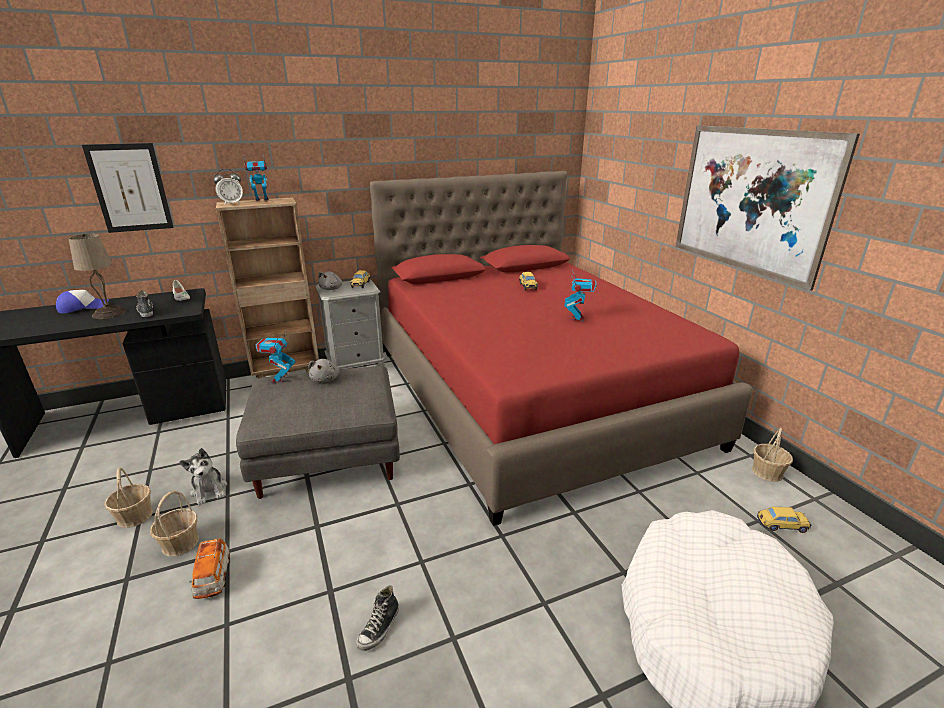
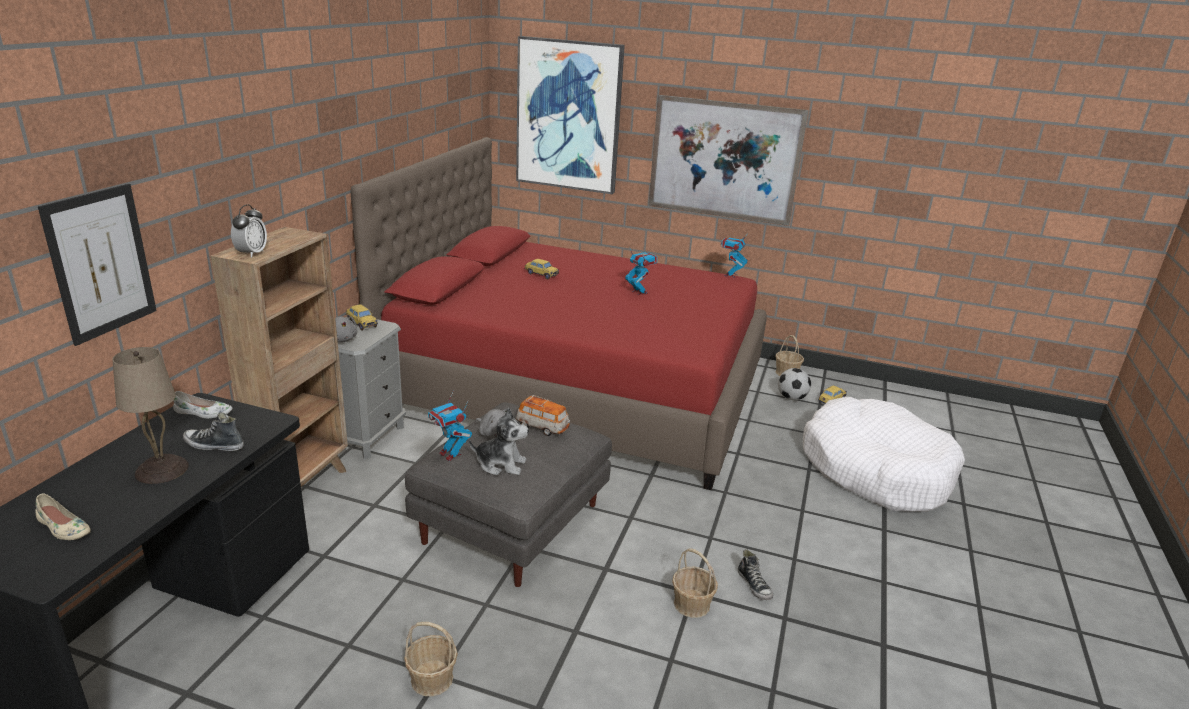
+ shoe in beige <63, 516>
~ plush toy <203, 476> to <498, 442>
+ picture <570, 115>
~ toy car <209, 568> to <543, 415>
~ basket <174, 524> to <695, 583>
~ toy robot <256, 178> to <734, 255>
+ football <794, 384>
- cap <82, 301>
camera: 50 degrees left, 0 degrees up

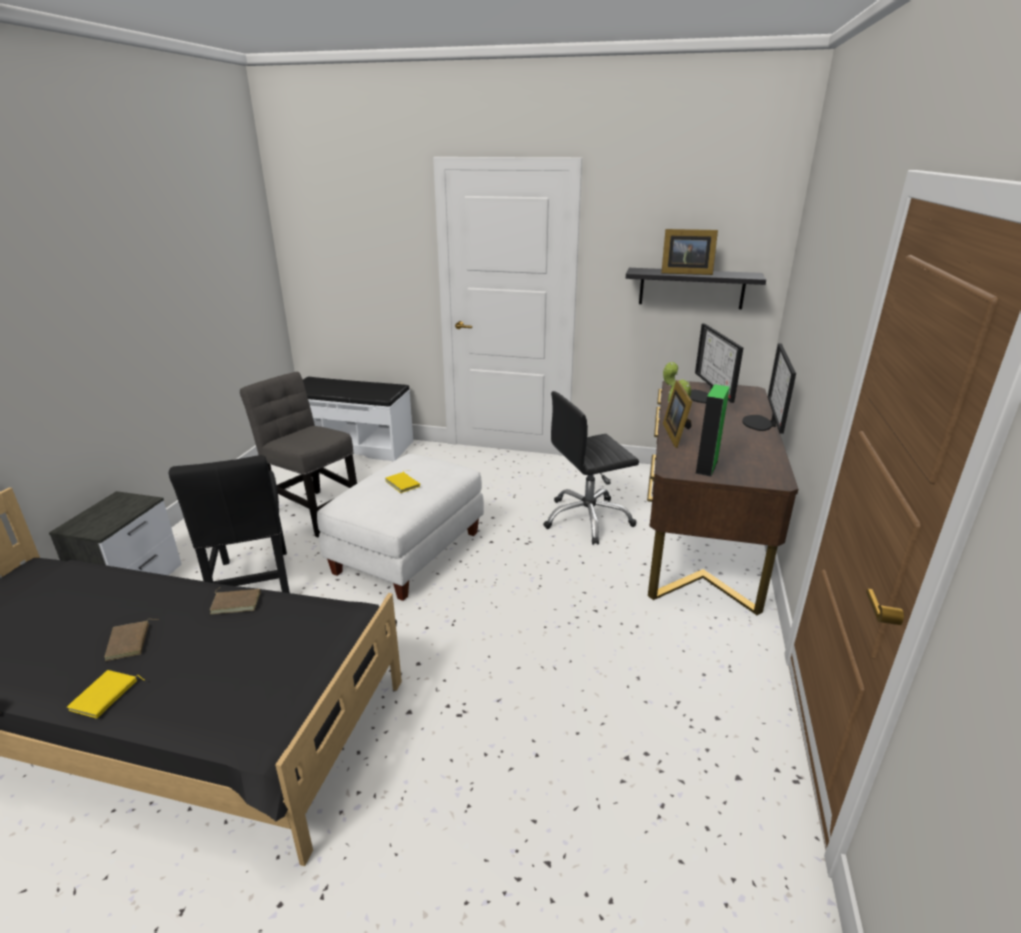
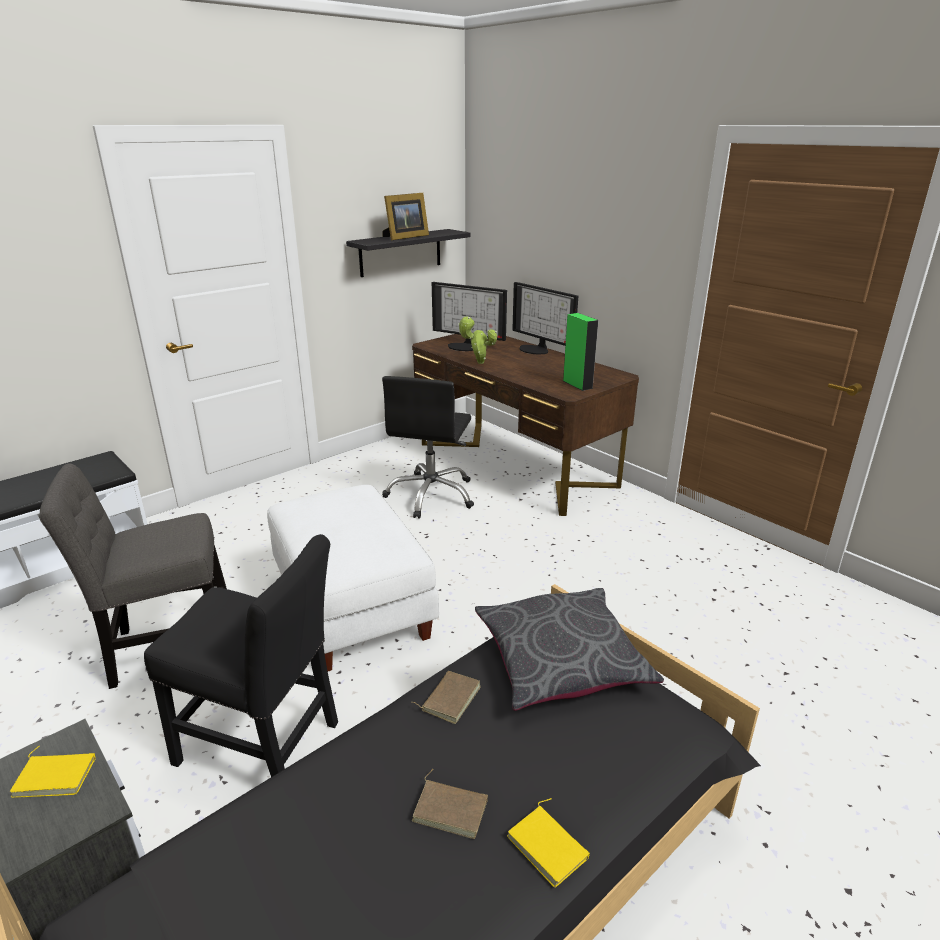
~ book in yellow <403, 481> to <53, 771>
+ pillow in grey <569, 649>
- picture frame <677, 414>
camera: 55 degrees left, 0 degrees up

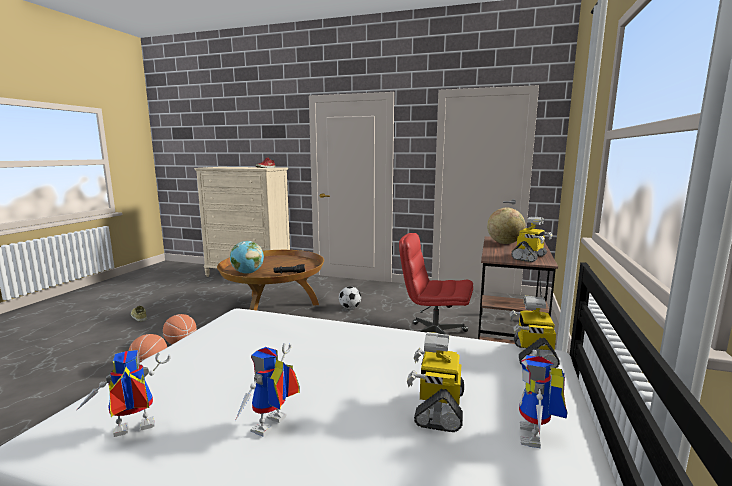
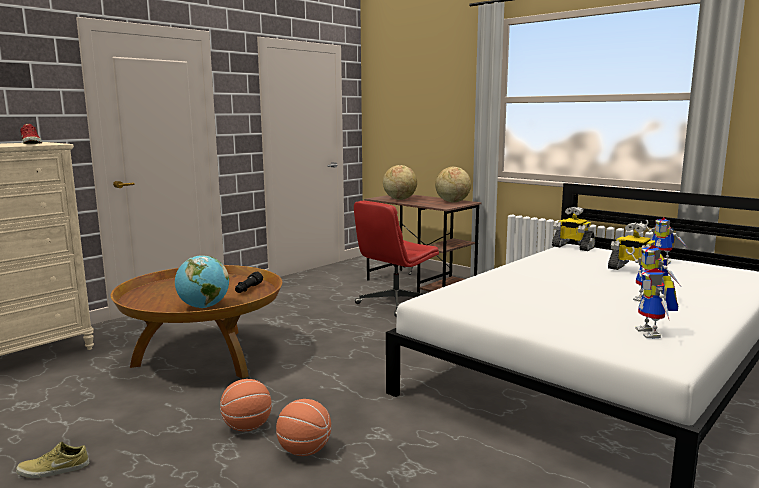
~ toy robot <532, 239> to globe <453, 185>
- football <350, 297>
camera: 65 degrees left, 0 degrees up

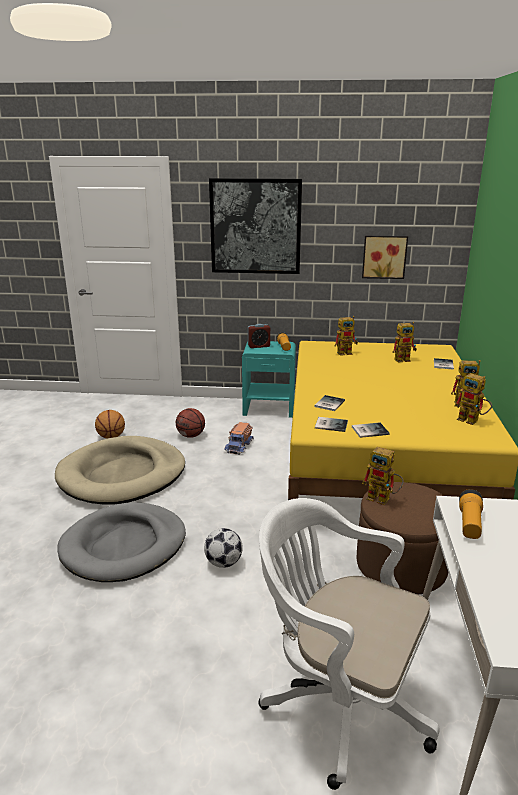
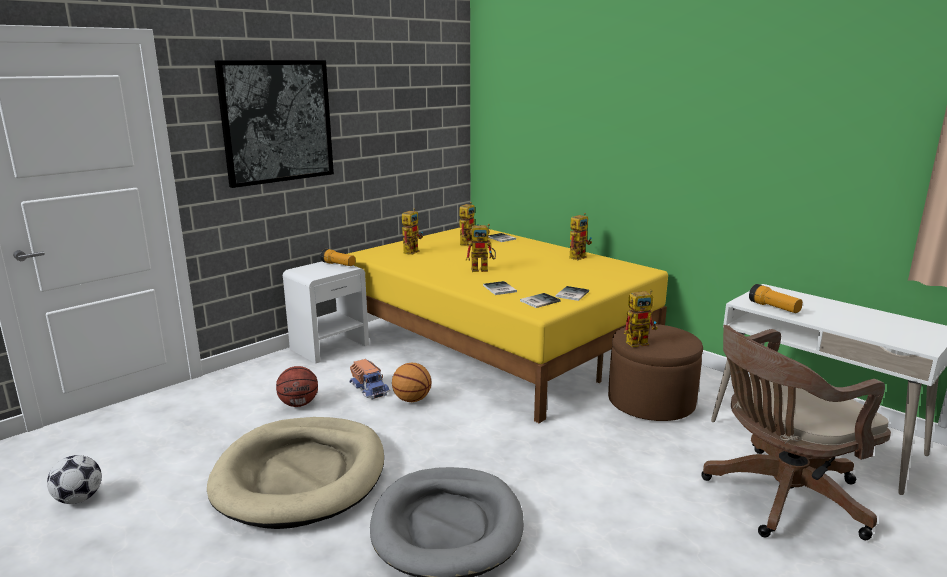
~ football <223, 548> to <74, 479>
~ nightstand in turquoise <269, 379> to nightstand in white <326, 312>
~ basketball <110, 424> to <412, 382>
~ toy robot <473, 399> to <481, 248>
~ office chair in white <349, 644> to office chair in brown <796, 432>
- alarm clock <259, 336>
- picture <385, 257>
camera: 50 degrees left, 5 degrees down

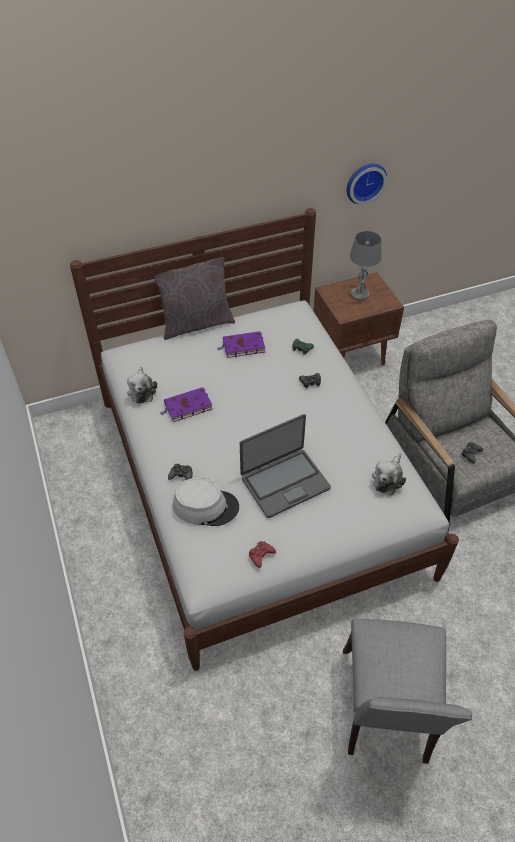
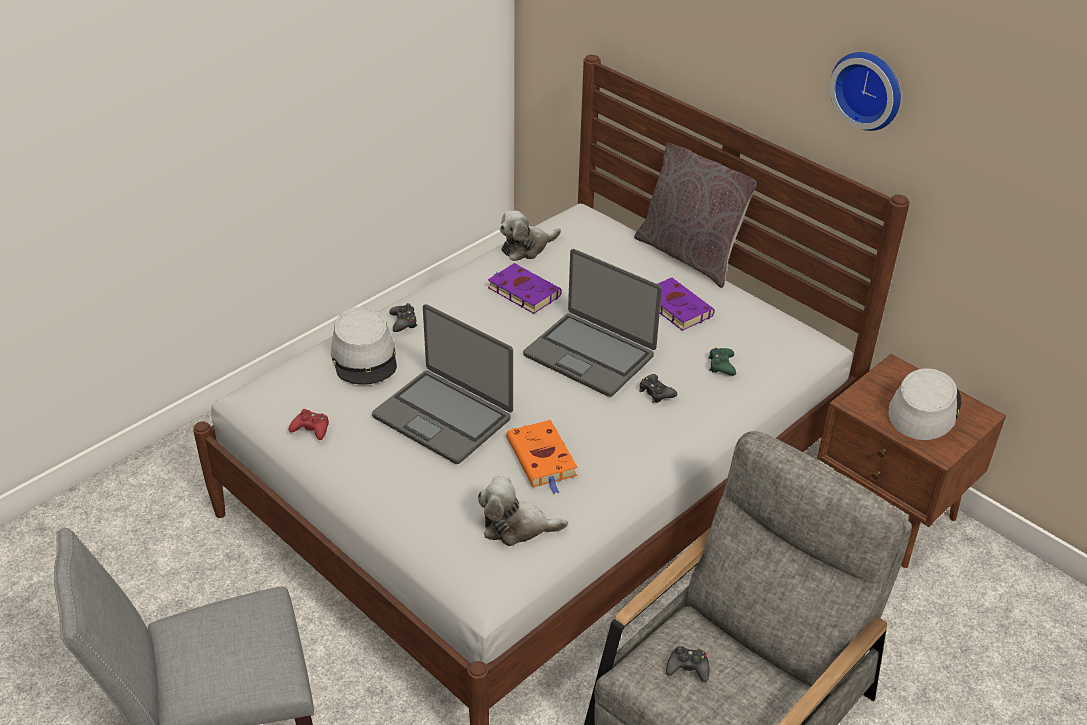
+ book in orange <542, 457>
+ laptop <592, 323>
~ wall clock <367, 184> to <865, 91>
~ table lamp in grey <365, 266> to hat in grey <924, 404>
camera: 65 degrees right, 10 degrees down

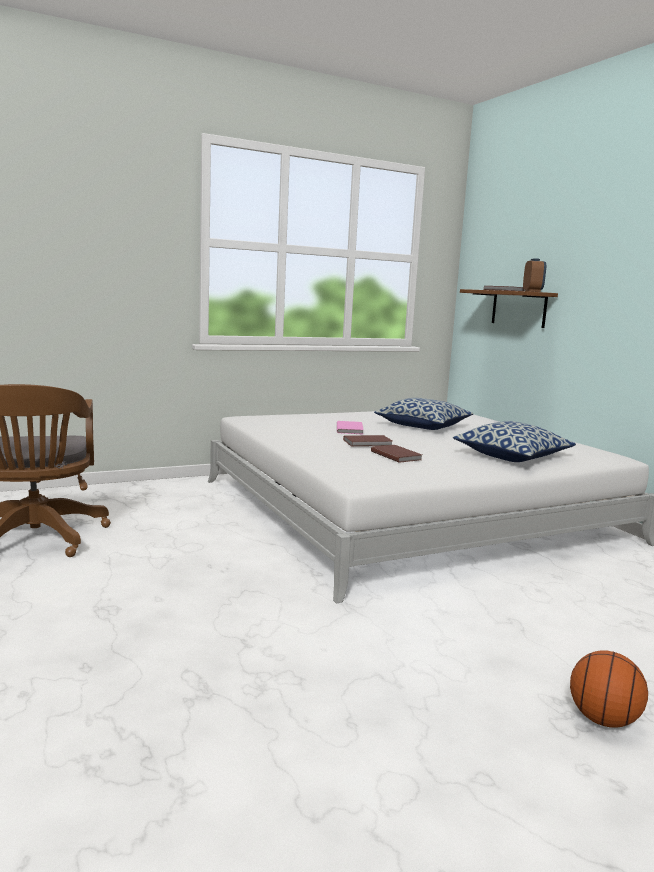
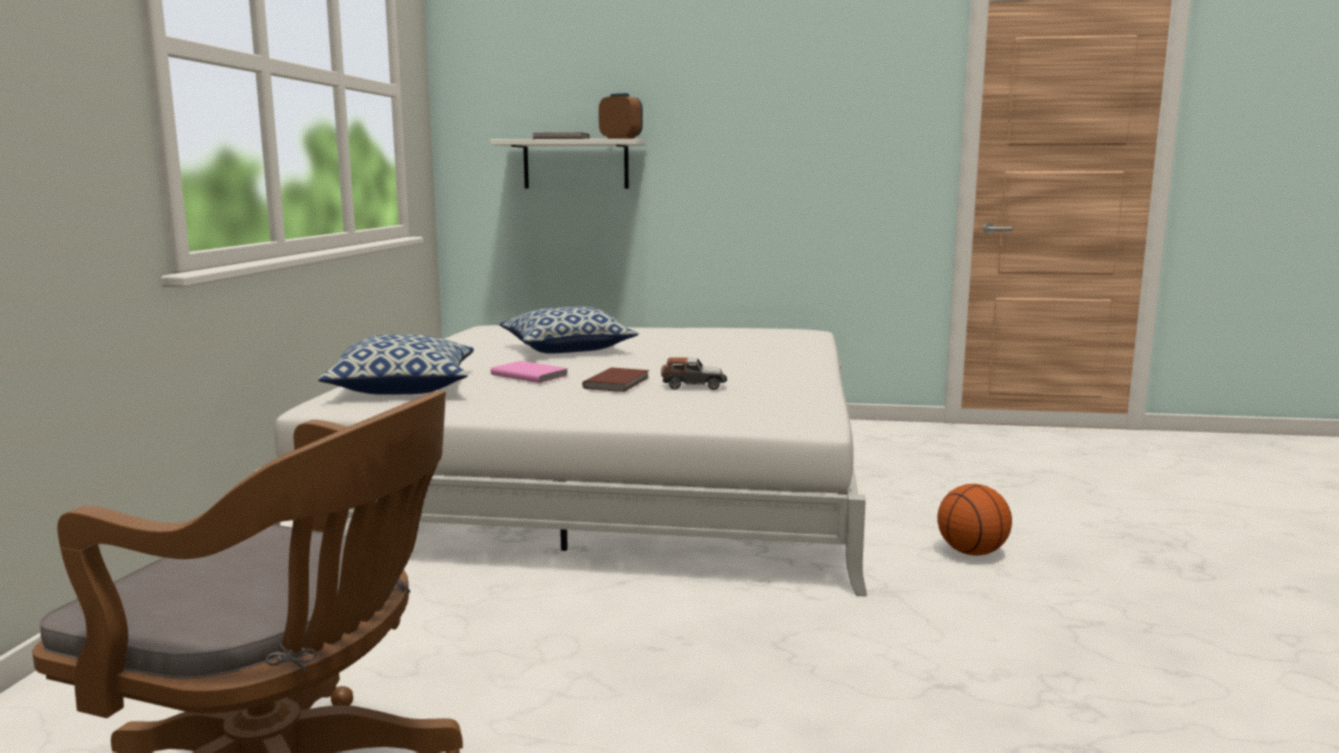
~ pillow <514, 441> to <396, 364>
~ shelf in brown <509, 308> to shelf in white <568, 164>
~ book in brown <396, 454> to toy car <694, 373>
~ basketball <609, 689> to <974, 520>
camera: 55 degrees left, 0 degrees up

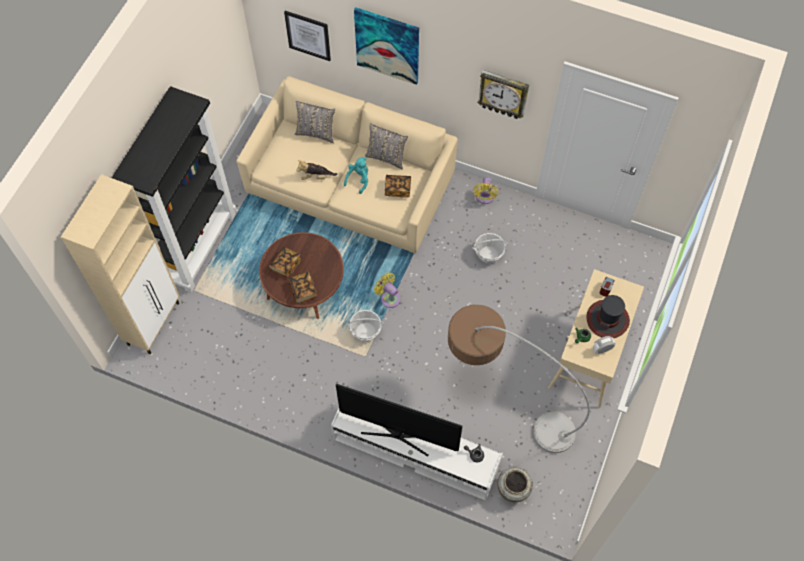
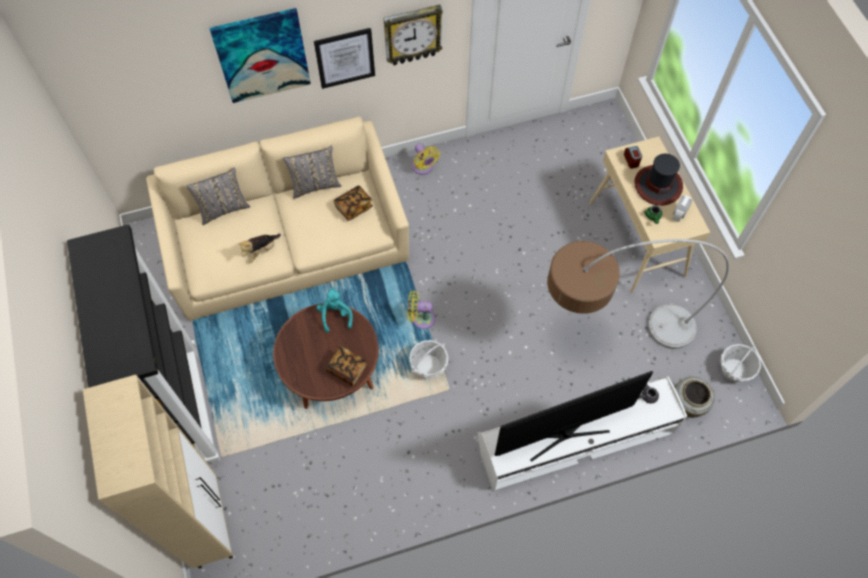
~ picture <307, 36> to <344, 58>
~ plush toy in turquoise <356, 175> to <334, 310>
~ basket <490, 248> to <741, 363>
- book <285, 262>
camera: 40 degrees left, 0 degrees up

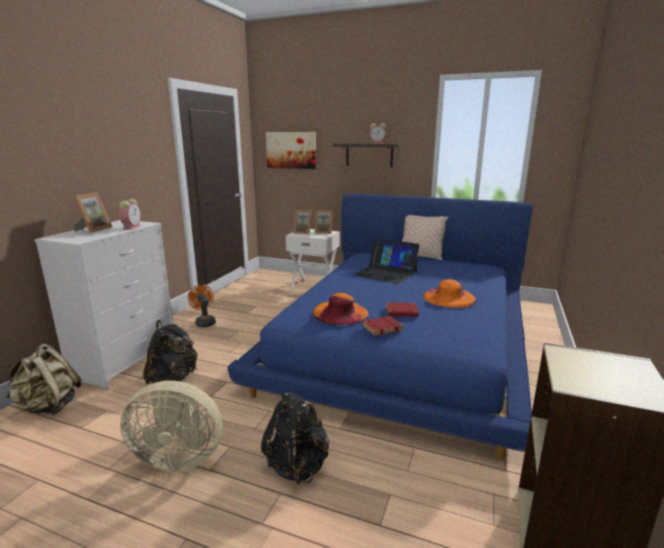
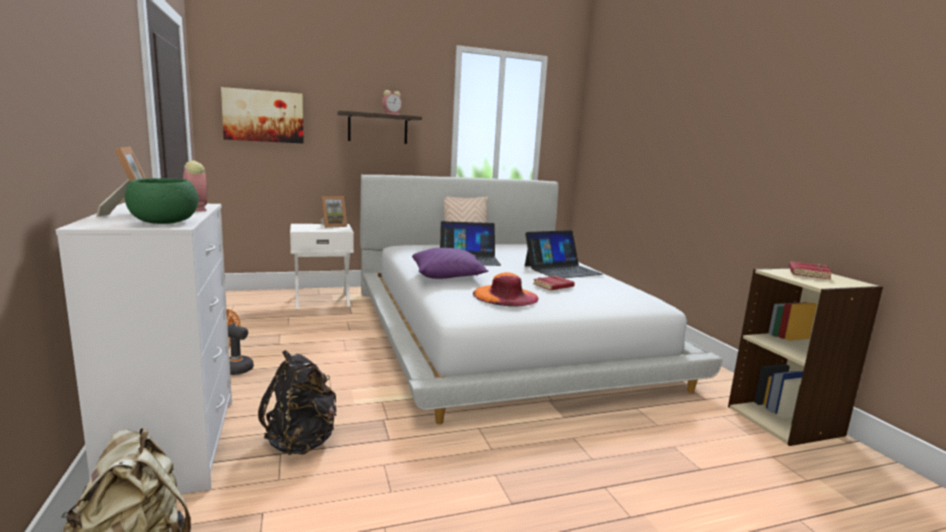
+ bowl in green <162, 201>
~ bed in blue <380, 326> to bed in white <541, 299>
+ pillow in purple <450, 263>
~ hat in orange <450, 293> to laptop <564, 254>
~ book in red <382, 326> to <810, 270>
- fan in beige <171, 426>
- backpack in black <295, 438>
- picture frame <302, 222>
camera: 40 degrees left, 5 degrees down

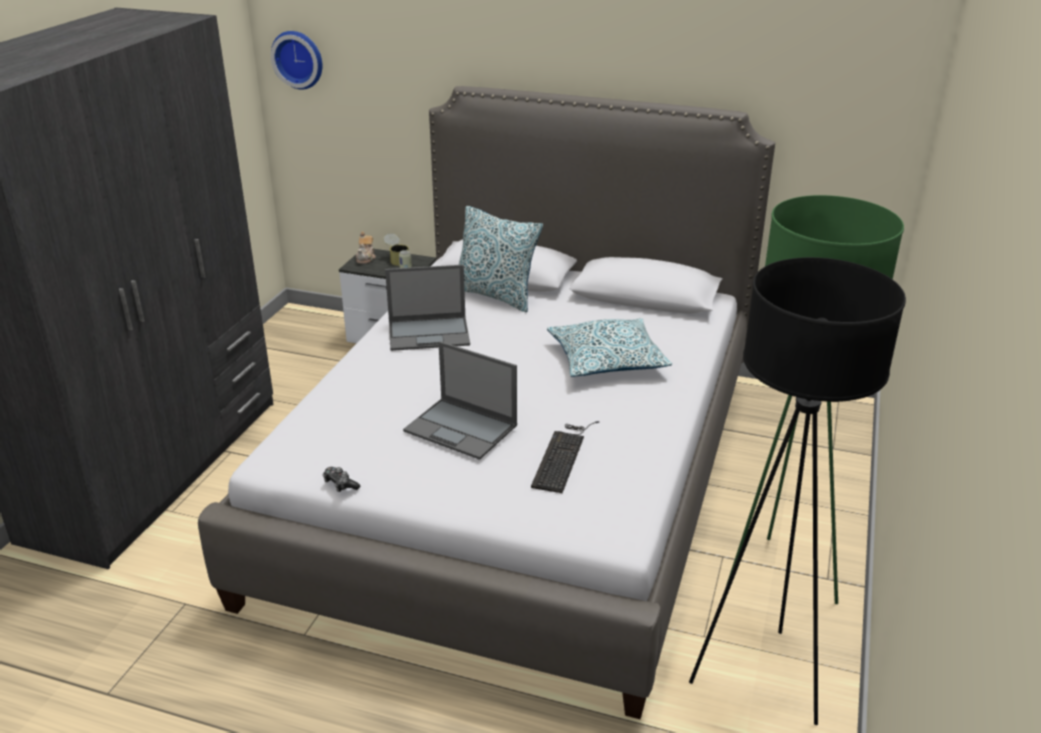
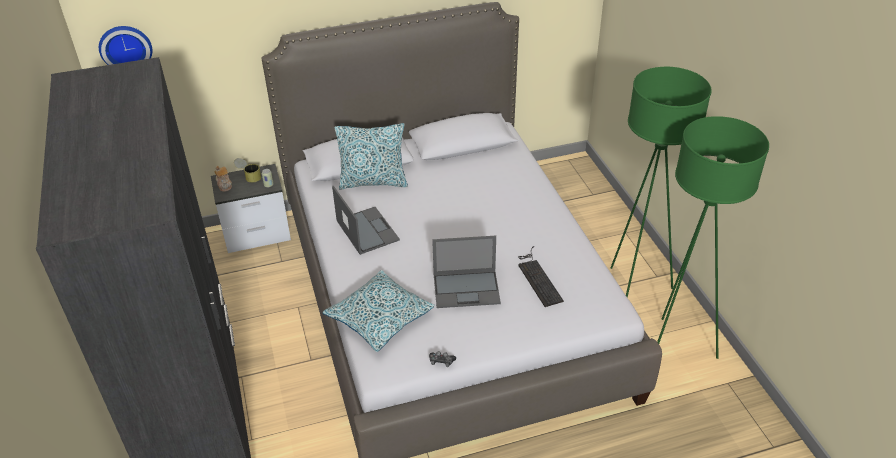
~ pillow <609, 347> to <378, 311>
~ laptop <427, 308> = <366, 220> 75 degrees counterclockwise
~ floor lamp in black <797, 491> to floor lamp in green <713, 237>
camera: 35 degrees left, 10 degrees up

